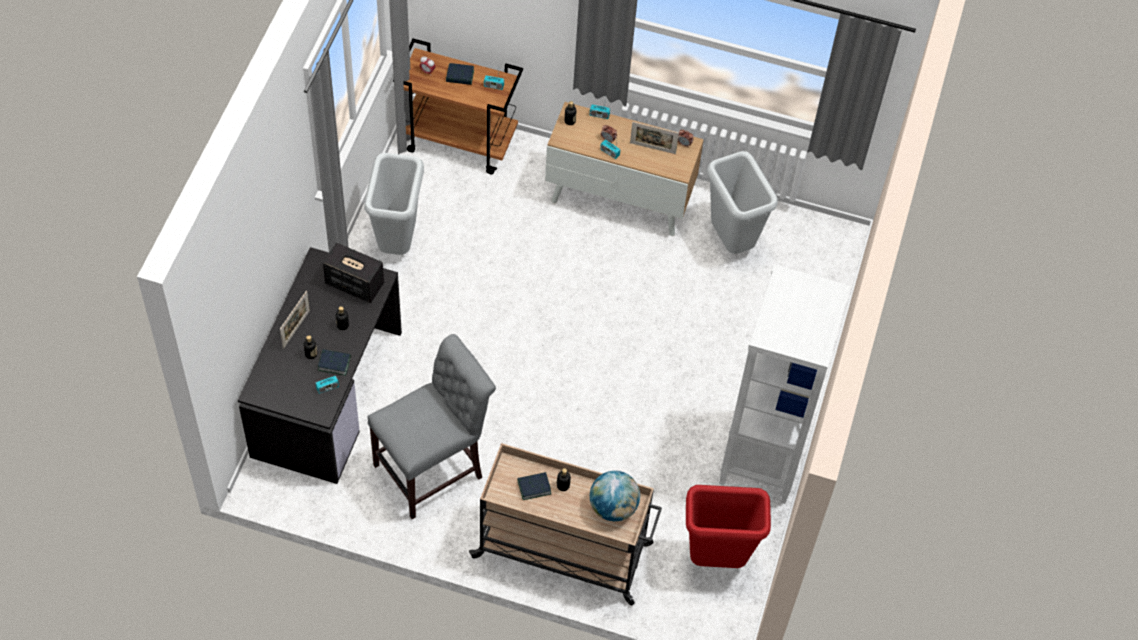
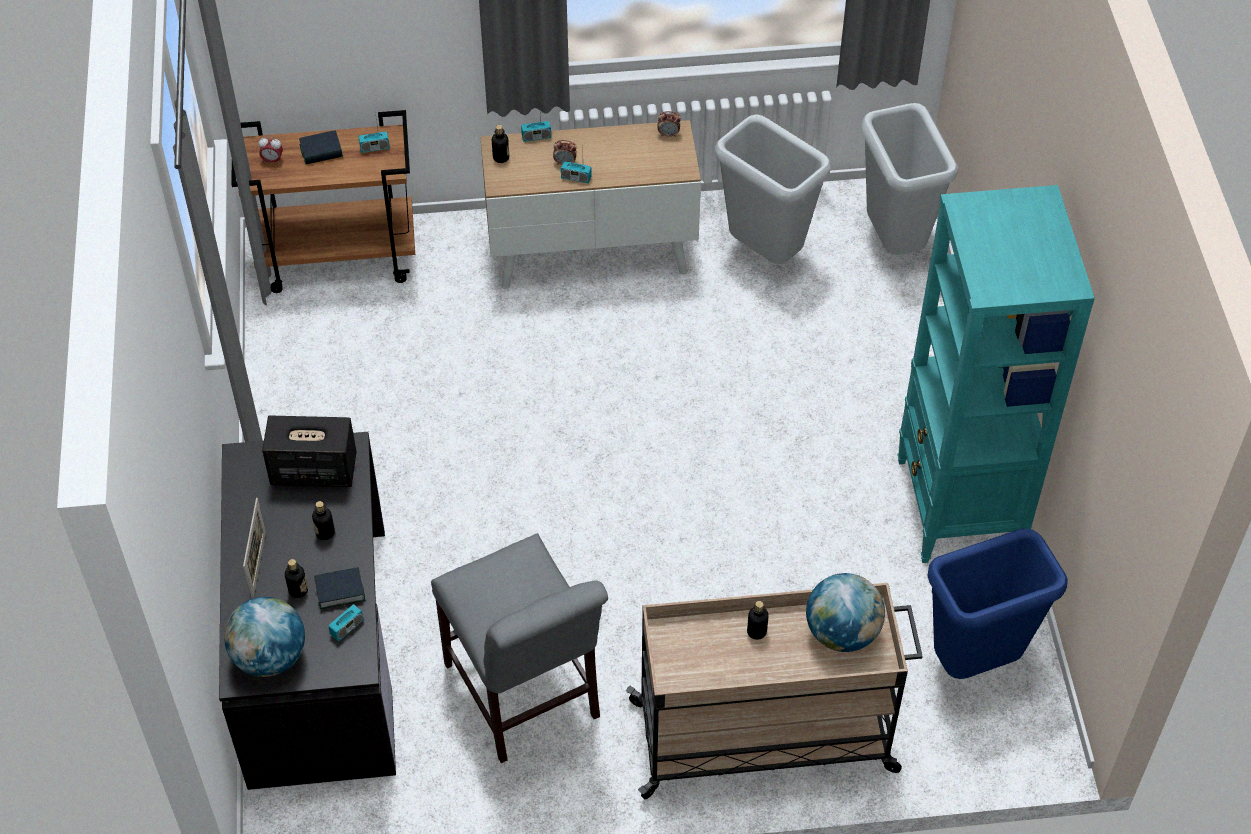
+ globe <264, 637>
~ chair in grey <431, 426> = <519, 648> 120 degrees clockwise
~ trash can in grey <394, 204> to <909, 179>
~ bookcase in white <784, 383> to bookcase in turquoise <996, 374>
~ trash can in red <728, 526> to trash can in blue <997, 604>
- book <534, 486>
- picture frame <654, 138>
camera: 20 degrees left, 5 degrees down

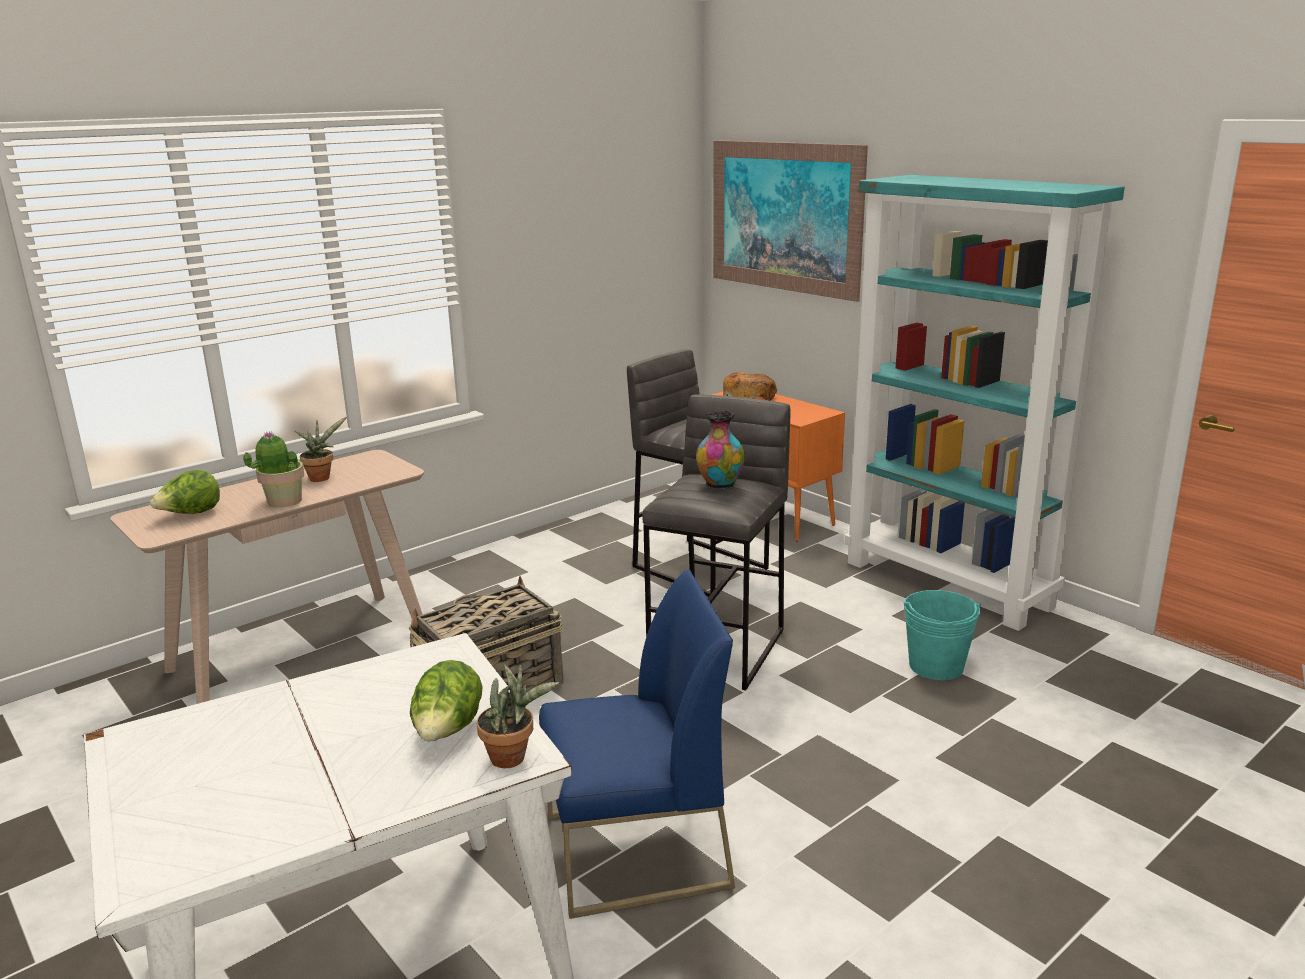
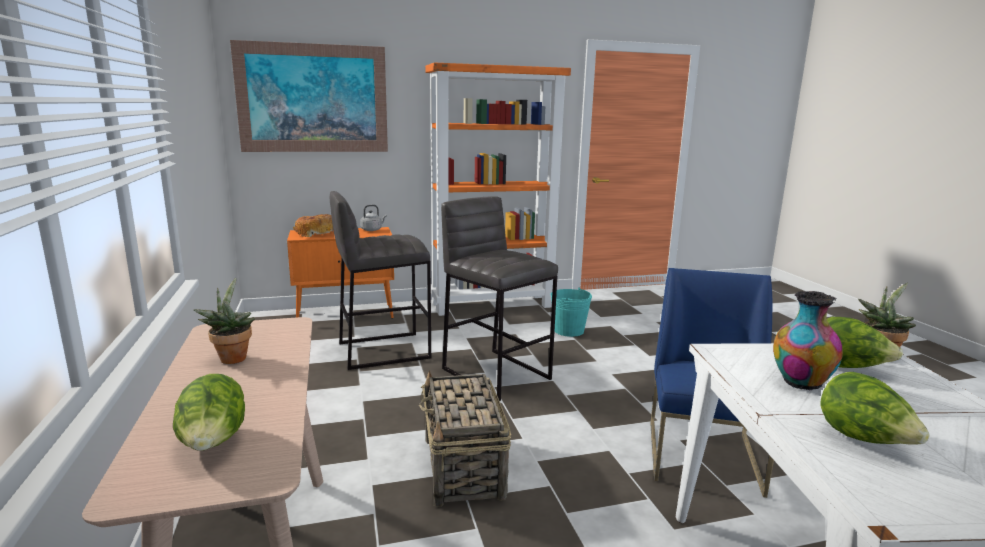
+ kettle in grey <373, 218>
~ bookcase in turquoise <984, 403> to bookcase in orange <498, 189>
~ vase <720, 450> to <808, 340>
+ lettuce <875, 408>
- potted plant <273, 469>
camera: 65 degrees left, 5 degrees down

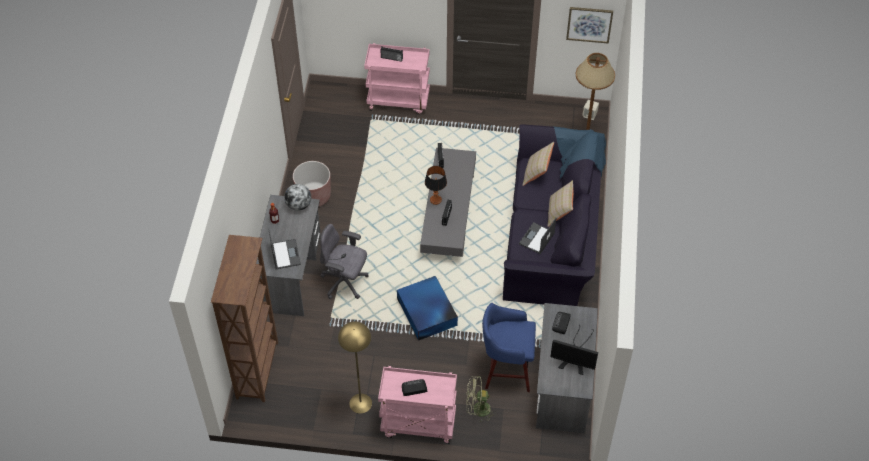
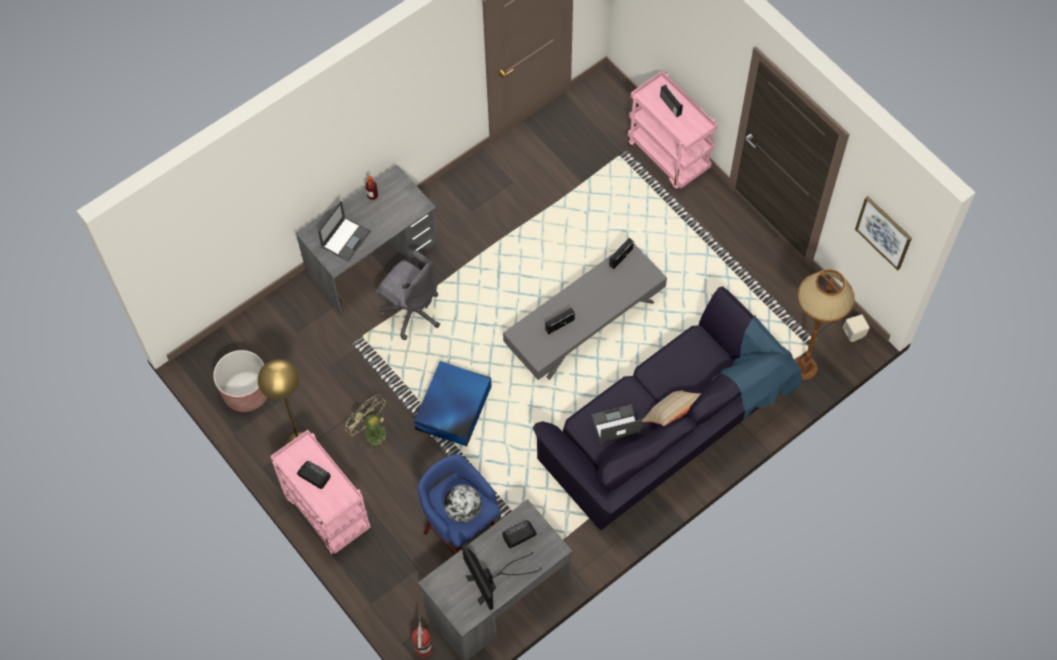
~ planter in brown <312, 184> to <240, 381>
~ fan in green <480, 399> to <365, 423>
~ office chair in grey <344, 261> = <408, 295> 150 degrees clockwise
+ fire extinguisher <421, 636>
~ globe <297, 197> to <463, 504>
- bookcase in brown <244, 318>
- table lamp <436, 185>
- pillow in beige <538, 164>
camera: 45 degrees right, 10 degrees up

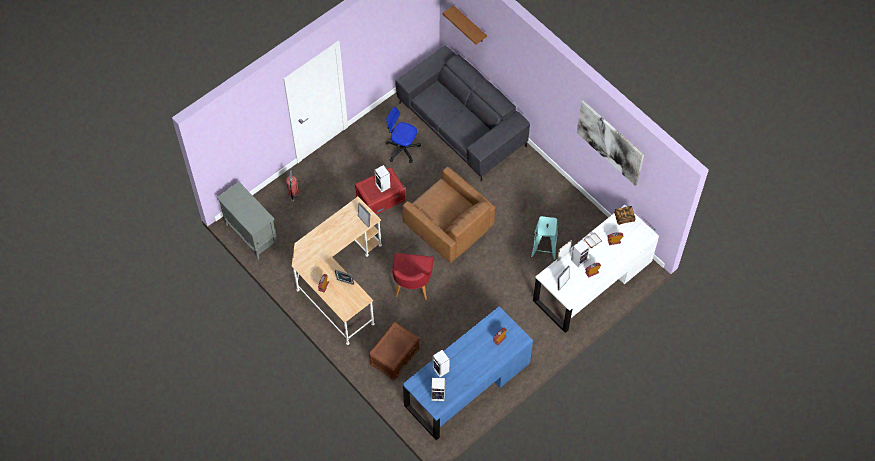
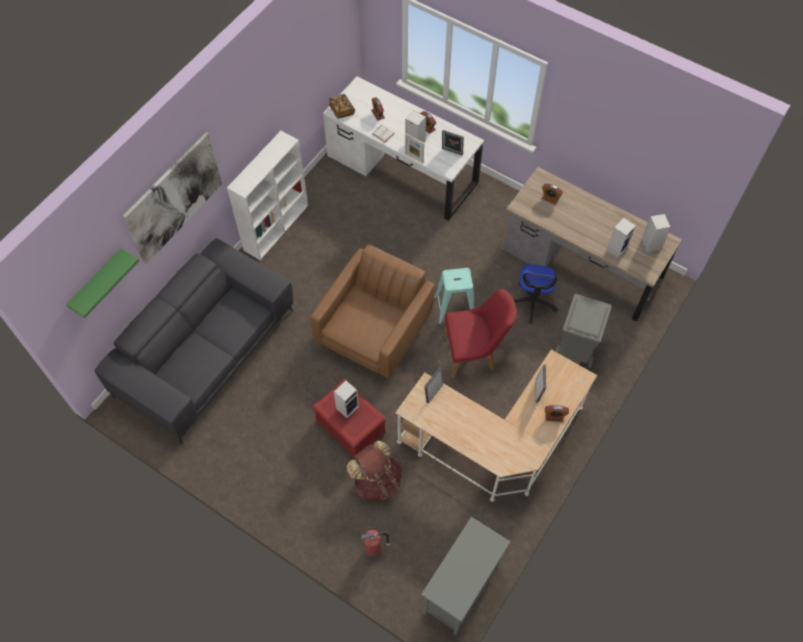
~ shelf in brown <465, 24> to shelf in green <102, 283>
~ picture <610, 143> to <172, 198>
+ bookcase in white <267, 195>
+ backpack in brown <374, 471>
~ stool in turquoise <544, 238> to <454, 296>
~ desk in blue <467, 373> to desk in brown <591, 244>
~ office chair <403, 135> to <536, 293>
~ storage box in brown <394, 351> to trash can in grey <583, 331>
camera: 105 degrees left, 0 degrees up

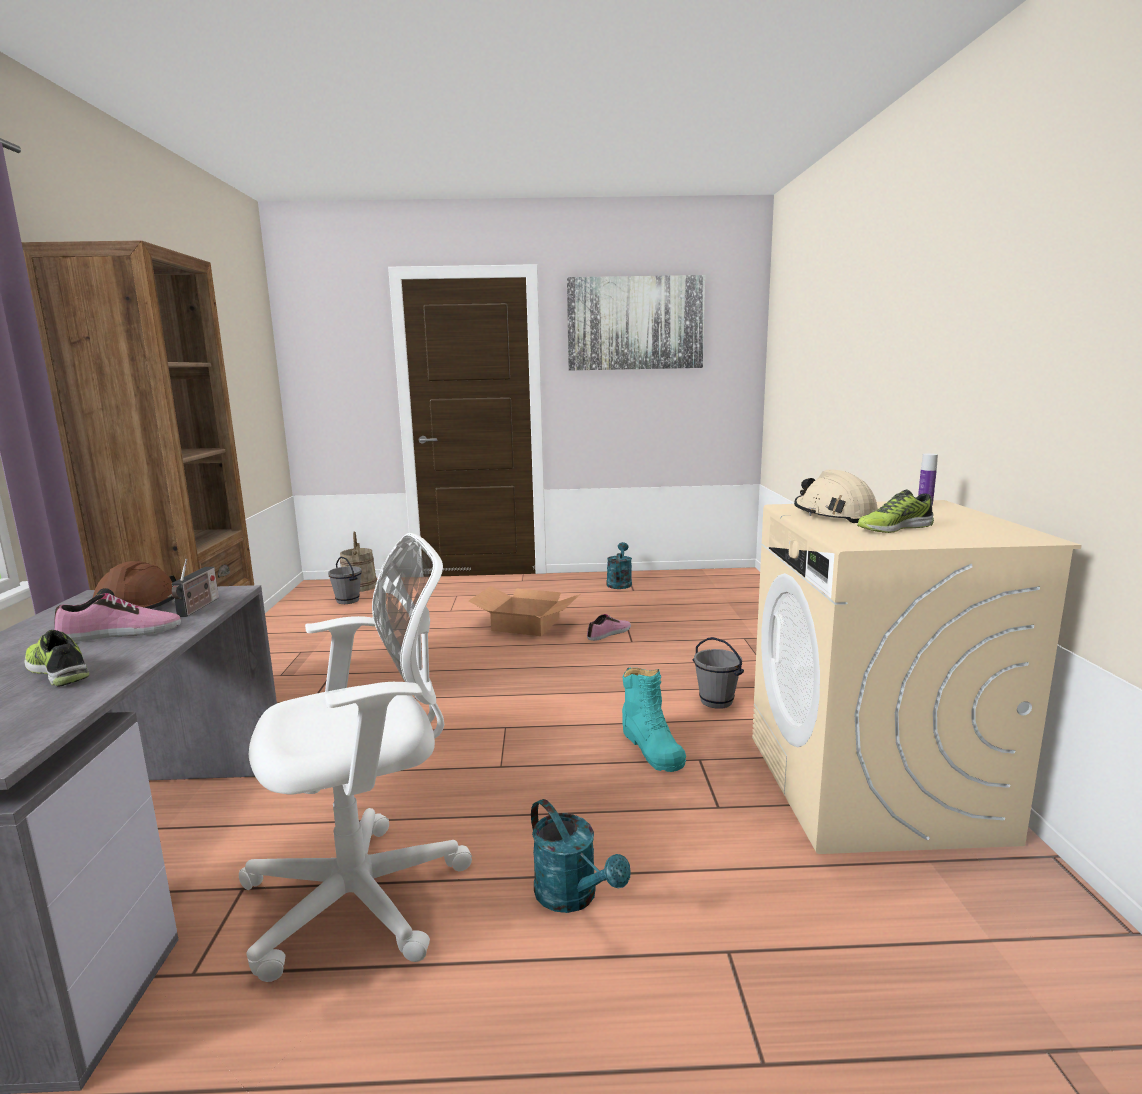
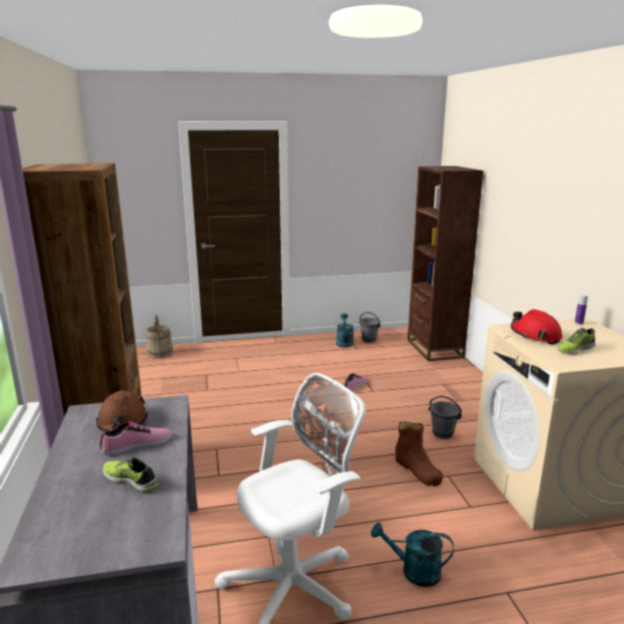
~ bucket in grey <345, 580> to <370, 327>
~ watering can in turquoise <581, 856> = <412, 554> 150 degrees clockwise
~ boot in turquoise <654, 719> to boot in brown <419, 454>
+ bookcase in brown <445, 263>
~ hard hat in beige <836, 496> to hard hat in red <537, 326>
- radio <195, 588>
- cardboard box <524, 611>
- picture <636, 323>
camera: 10 degrees left, 5 degrees up

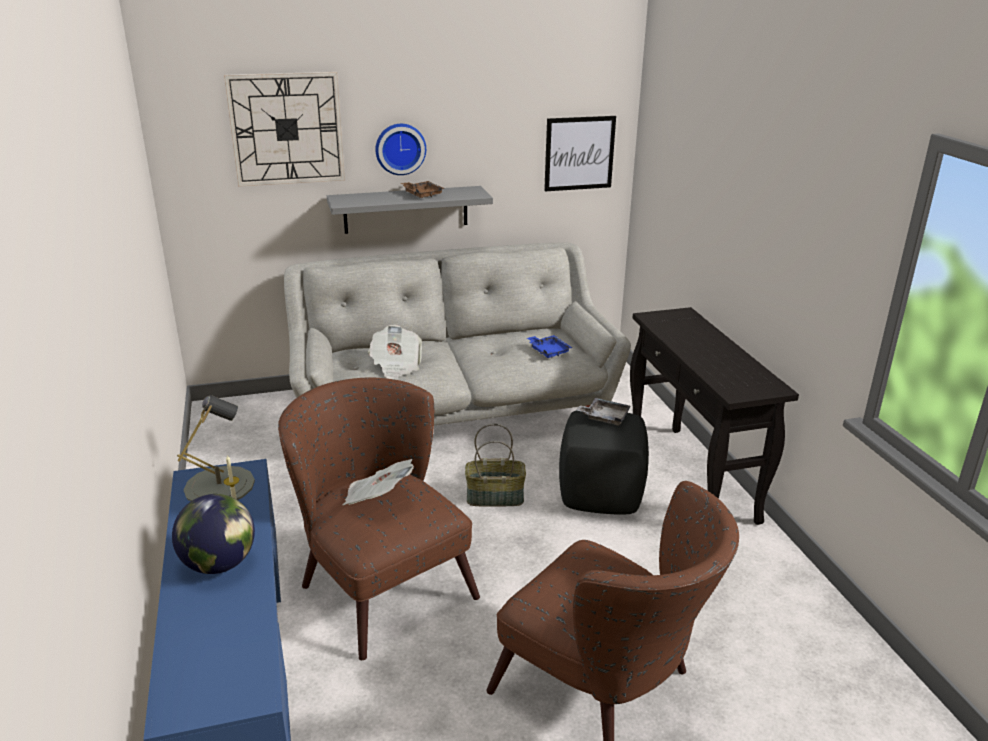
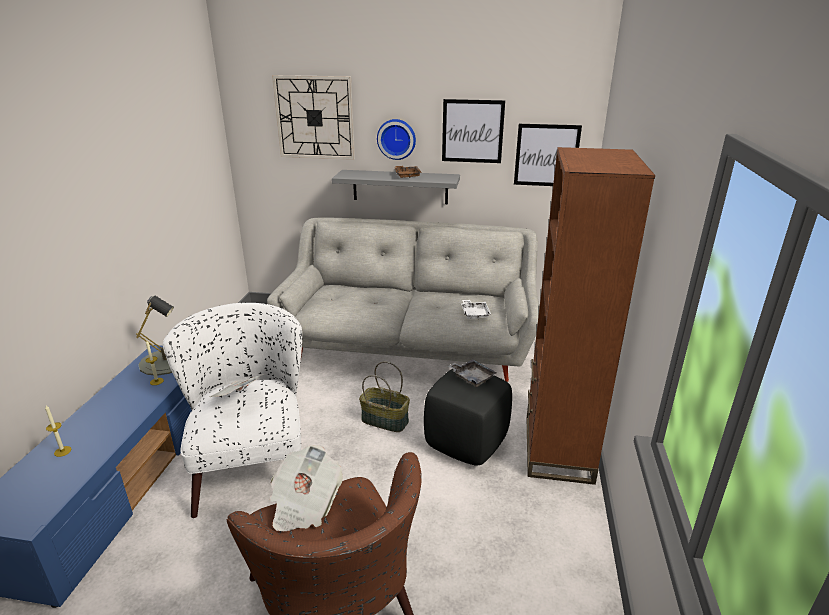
+ candle <58, 431>
~ armchair in brown <379, 519> to armchair in white <232, 410>
~ newspaper <395, 352> to <306, 488>
+ picture <473, 131>
~ tray in blue <549, 346> to tray in white <476, 309>
~ console table in black <714, 416> to bookcase in brown <591, 316>
- globe <213, 534>
camera: 25 degrees right, 0 degrees up

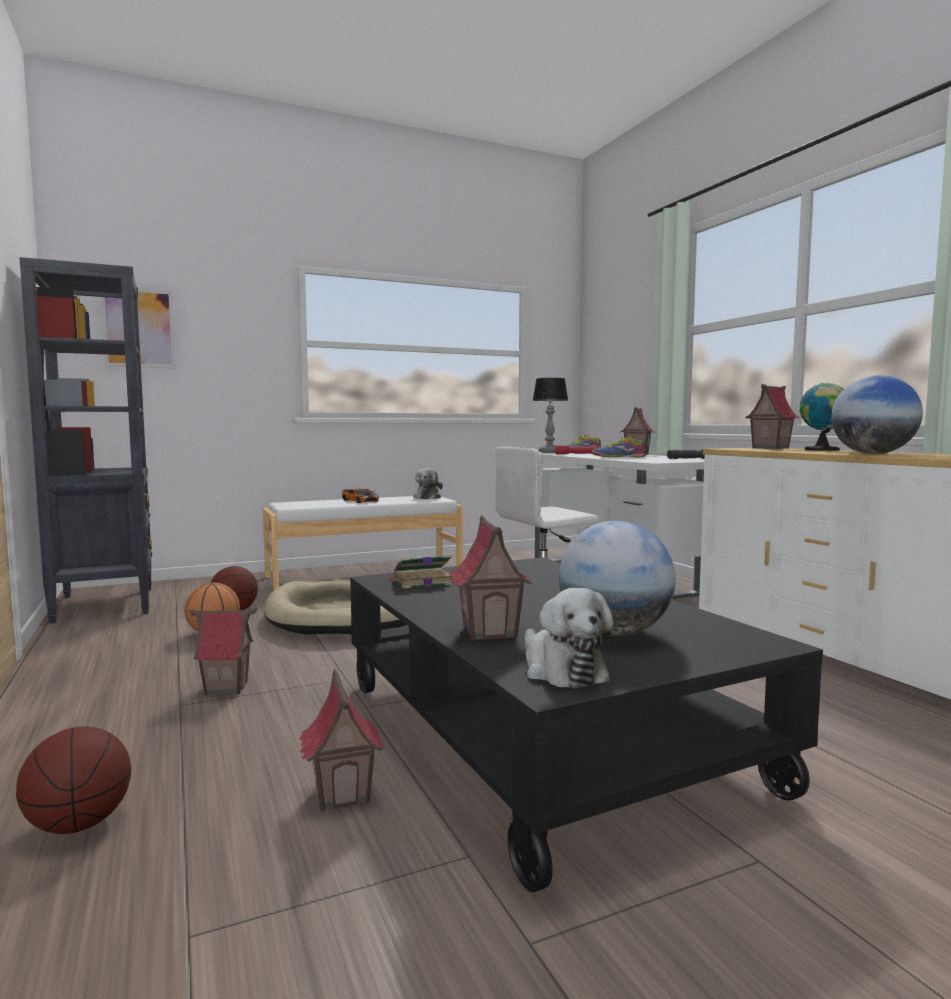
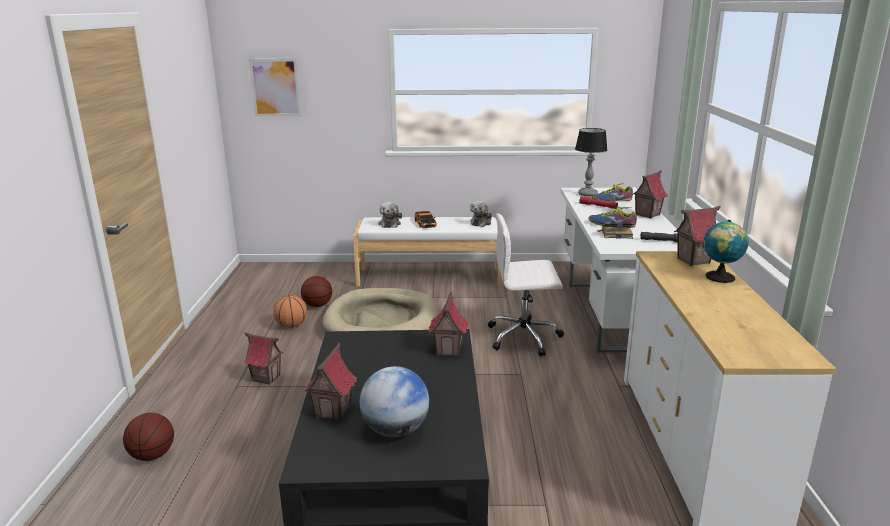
~ plush toy <568, 638> to <390, 215>
~ toy house <341, 740> to <448, 324>
~ book <419, 572> to <615, 231>
- bookcase in black <85, 440>
- globe <877, 414>
camera: 25 degrees right, 15 degrees up

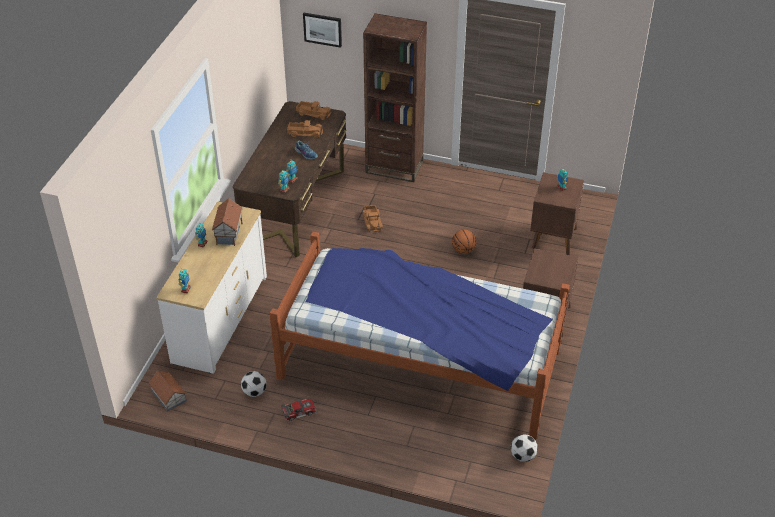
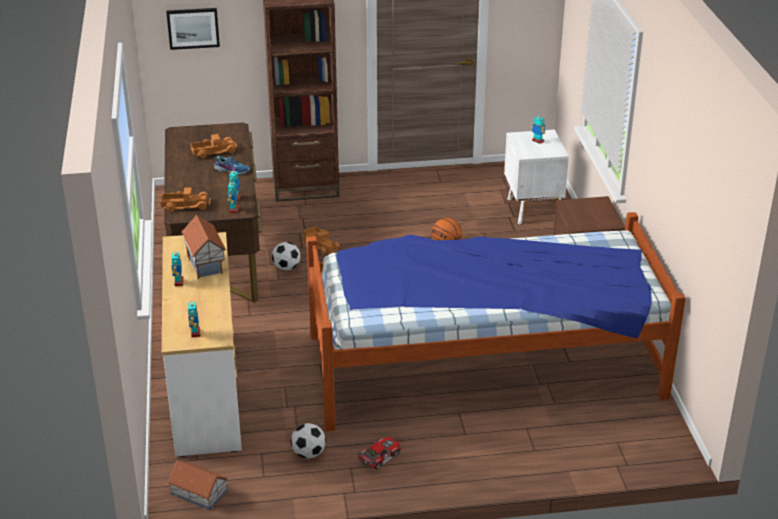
~ toy truck <313, 110> to <186, 199>
~ football <524, 448> to <286, 256>
~ nightstand in brown <557, 213> to nightstand in white <536, 177>
camera: 25 degrees left, 10 degrees down

